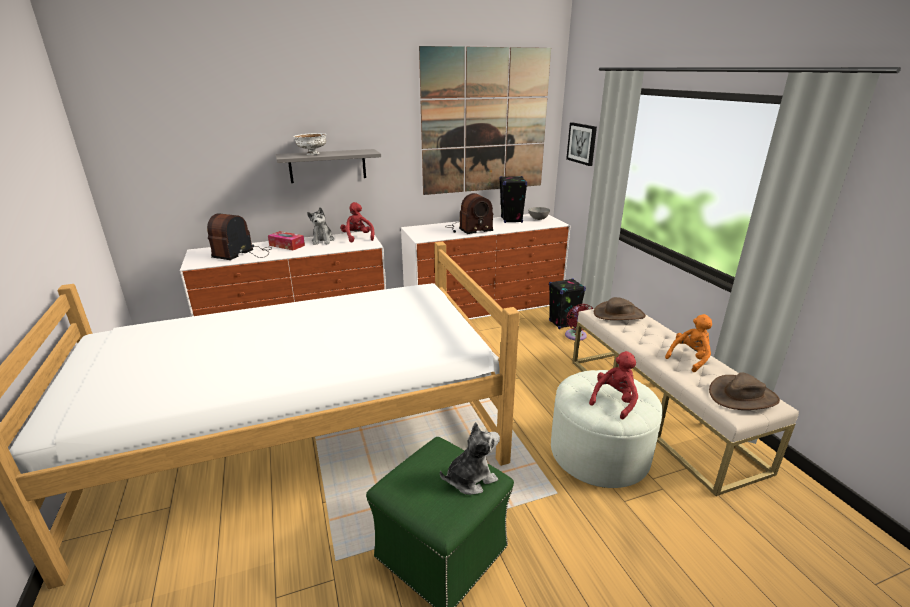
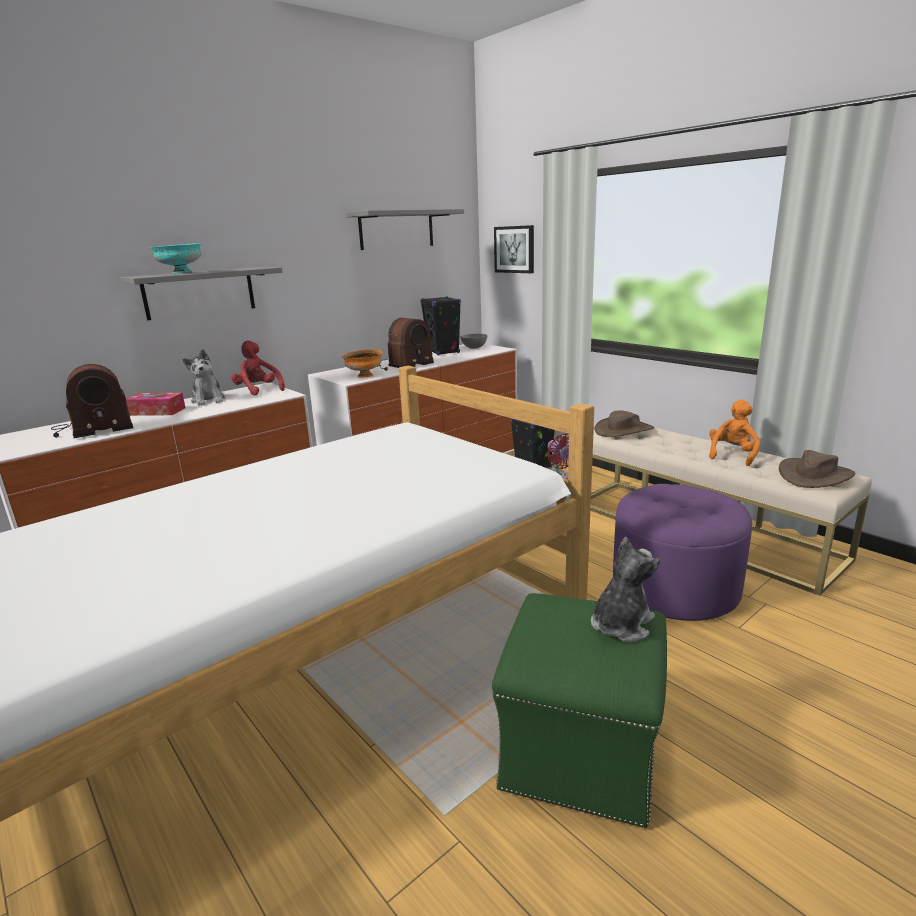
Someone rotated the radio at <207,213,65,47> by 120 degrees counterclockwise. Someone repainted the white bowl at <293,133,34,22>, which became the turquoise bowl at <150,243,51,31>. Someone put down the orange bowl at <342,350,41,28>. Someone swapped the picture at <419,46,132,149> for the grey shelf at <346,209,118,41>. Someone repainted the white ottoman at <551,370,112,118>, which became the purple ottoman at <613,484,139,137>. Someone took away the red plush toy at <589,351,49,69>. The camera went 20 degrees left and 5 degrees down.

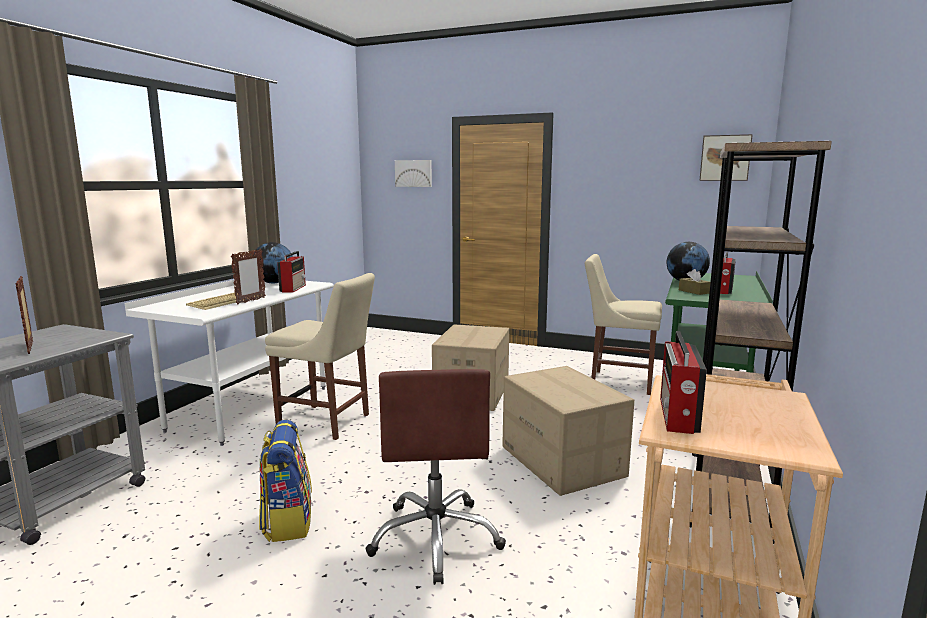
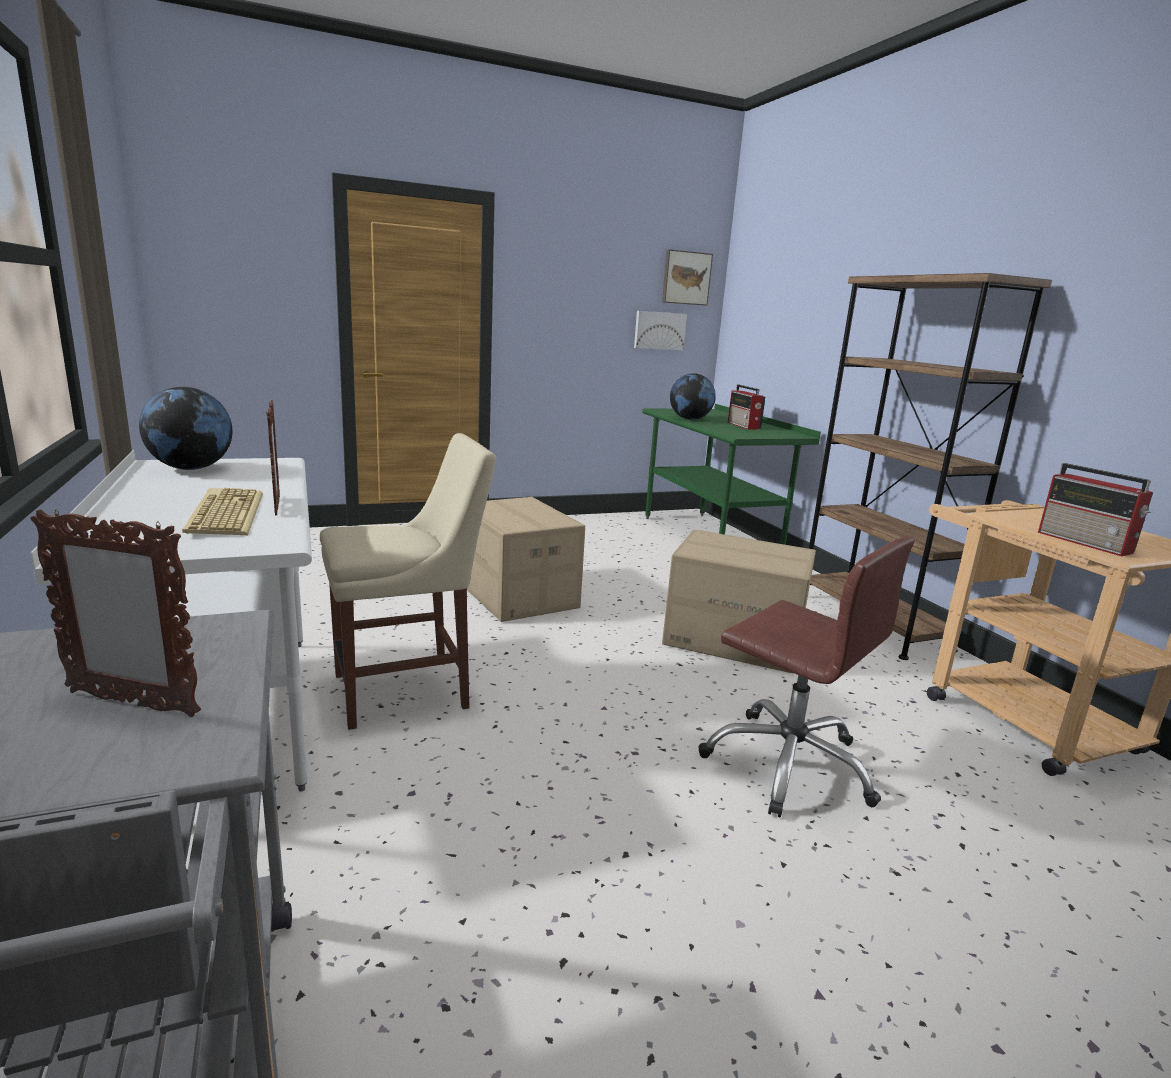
Someone carried the picture from <395,160,37,27> to <634,311,53,39>. Someone took away the backpack at <259,420,53,122>. Someone took away the radio at <277,251,29,42>. Someone took away the beige chair at <585,254,77,141>. Someone took away the brown tissue box at <679,269,31,26>. The camera went 45 degrees left and 5 degrees up.

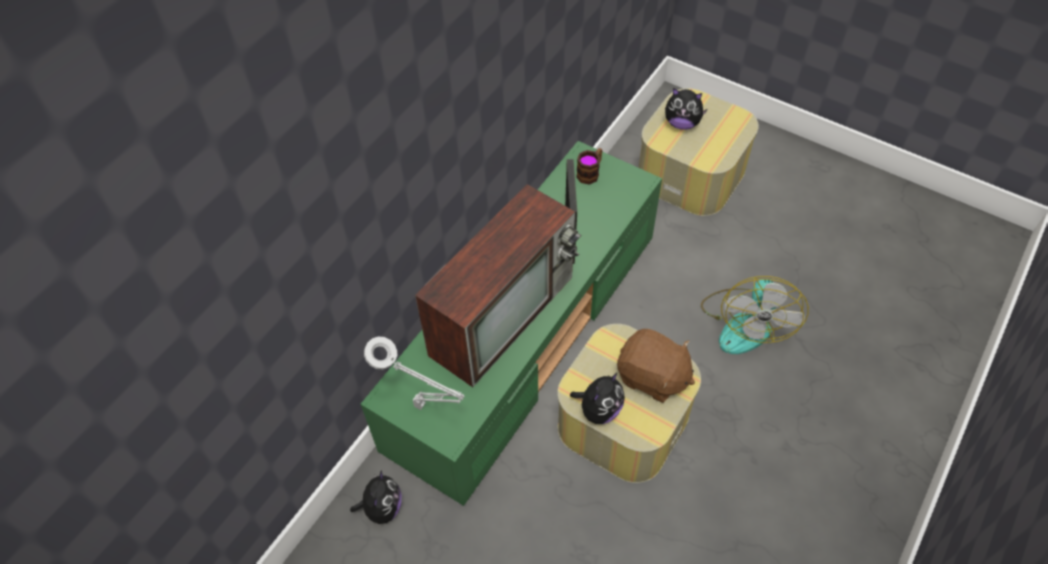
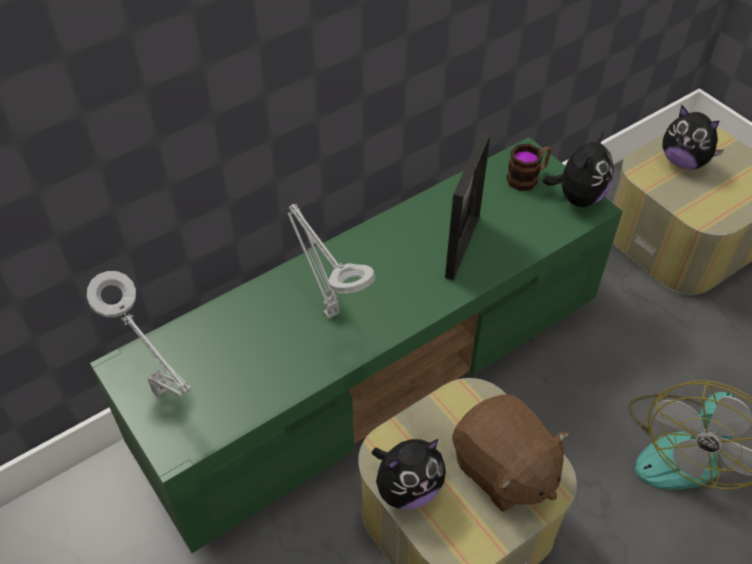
Someone swapped the television at <415,184,166,203> for the grey table lamp at <287,204,88,115>. Someone carried the plush toy from <350,471,51,53> to <542,130,72,77>. The camera went 20 degrees right and 5 degrees down.

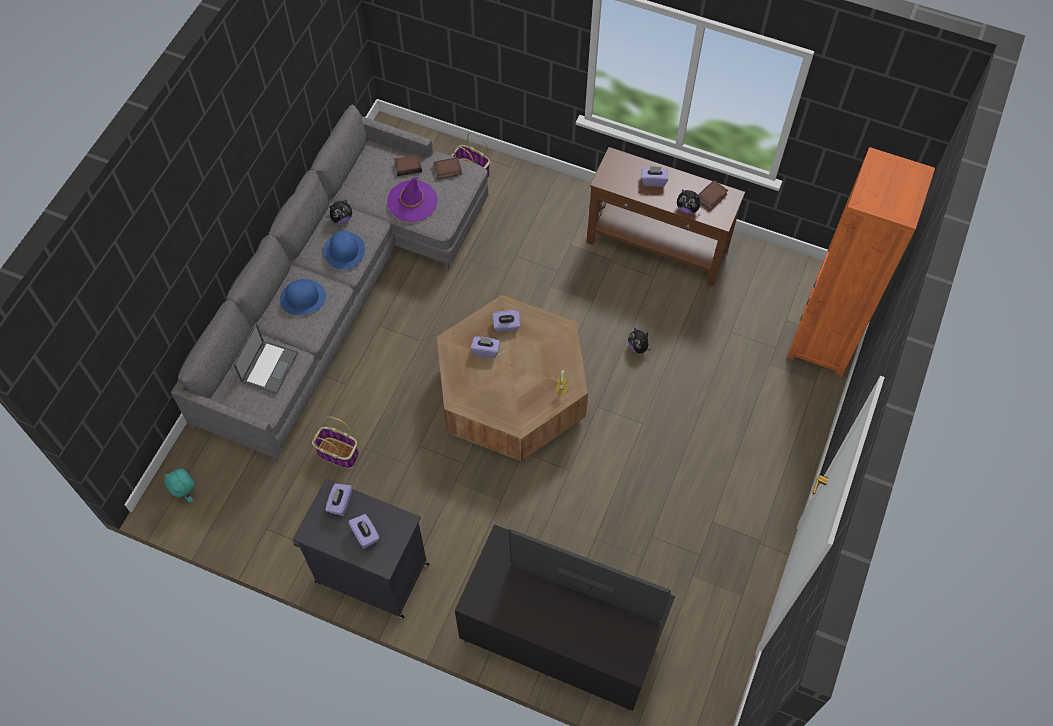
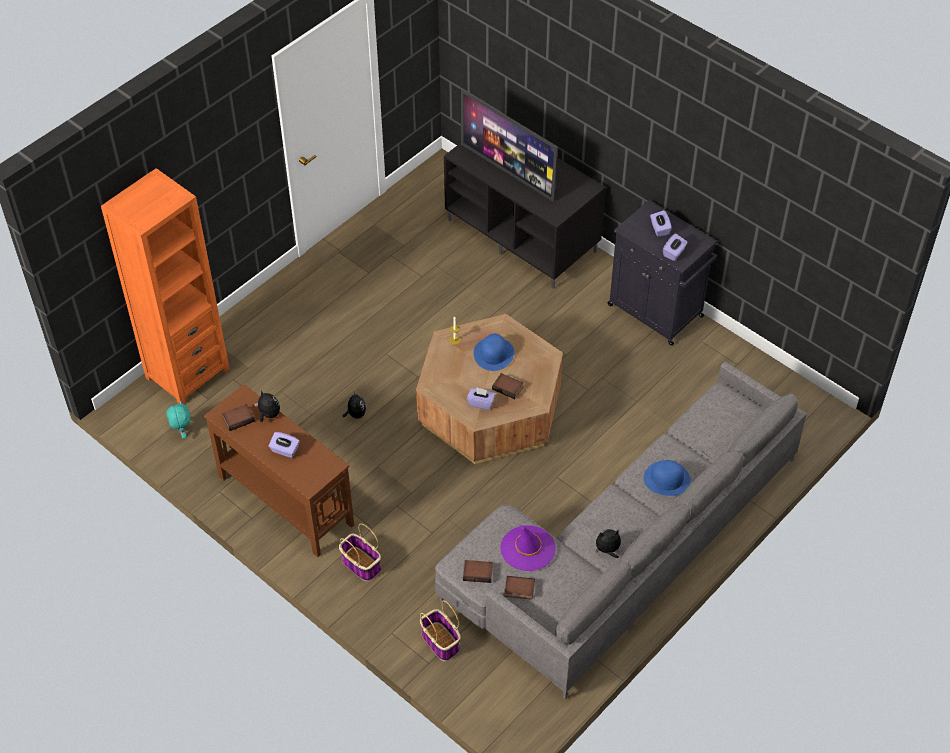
Someone carried the turquoise plush toy from <164,469,30,34> to <166,401,25,38>. Someone carried the basket from <312,416,47,53> to <339,523,42,58>. Someone carried the blue hat from <323,231,42,39> to <473,334,41,37>. Someone swapped the purple tissue box at <471,337,29,21> for the book at <492,373,32,26>. Someone took away the laptop at <233,323,65,71>. The camera went 160 degrees left and 10 degrees down.

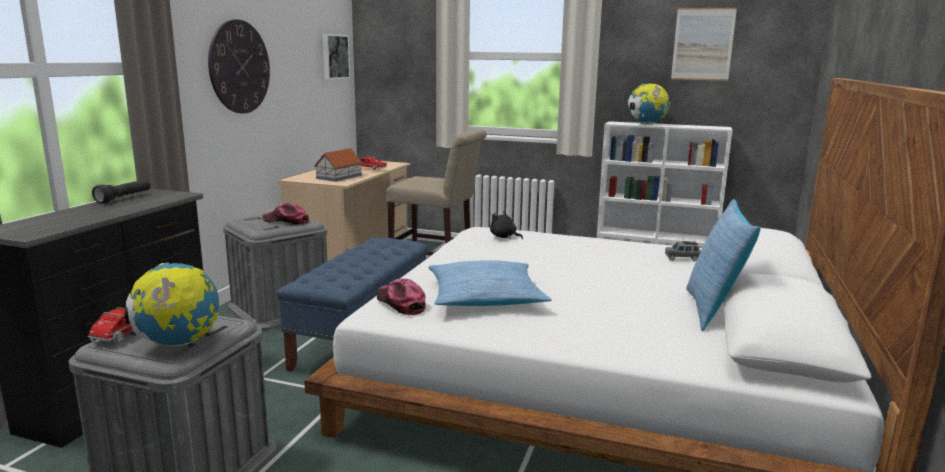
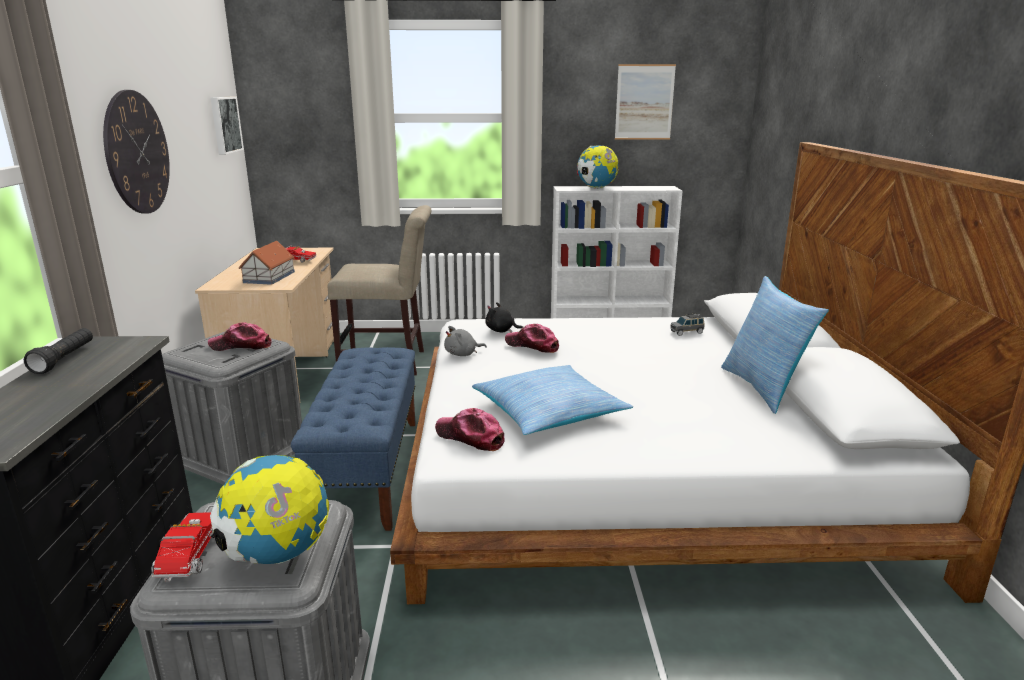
Someone put down the grey plush toy at <444,326,43,30>. Someone put down the cap at <505,324,54,29>. The camera went 20 degrees left and 5 degrees up.

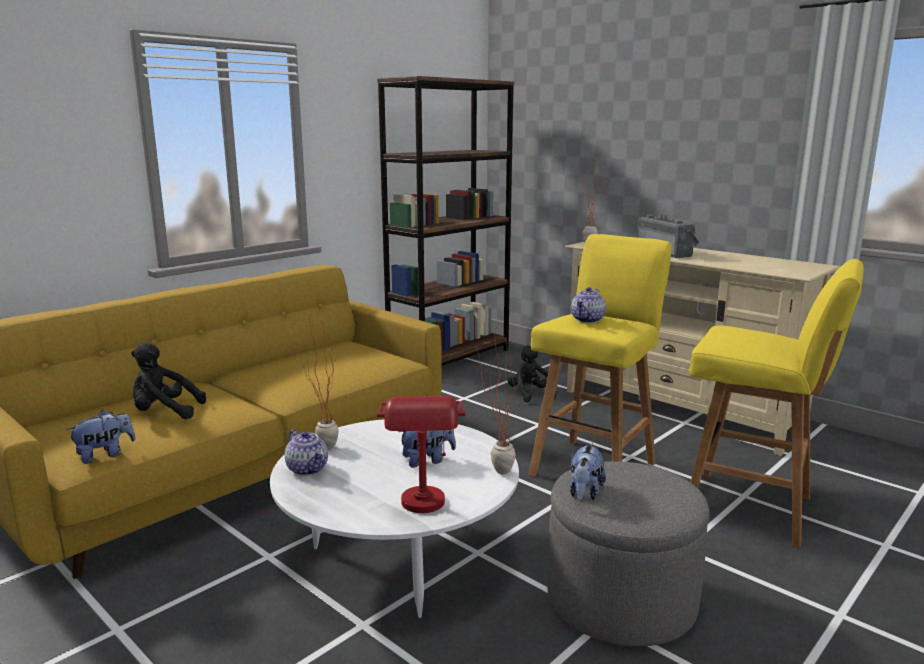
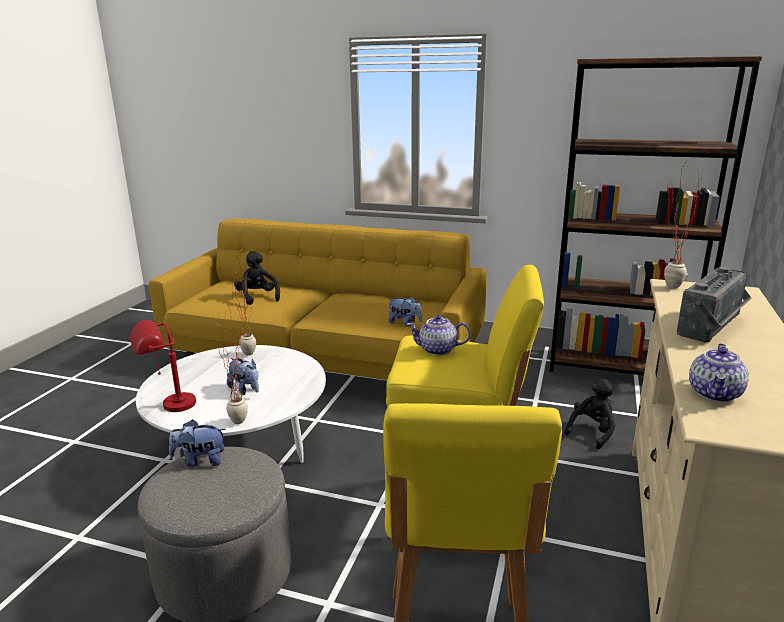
Someone carried the plush toy from <67,410,69,54> to <388,296,34,30>. Someone carried the teapot from <285,430,43,46> to <689,343,60,59>. The camera went 65 degrees right and 5 degrees up.

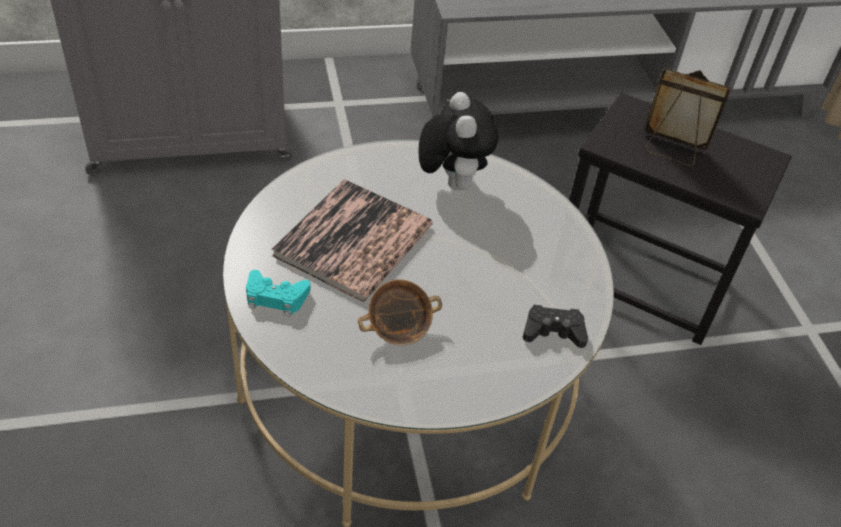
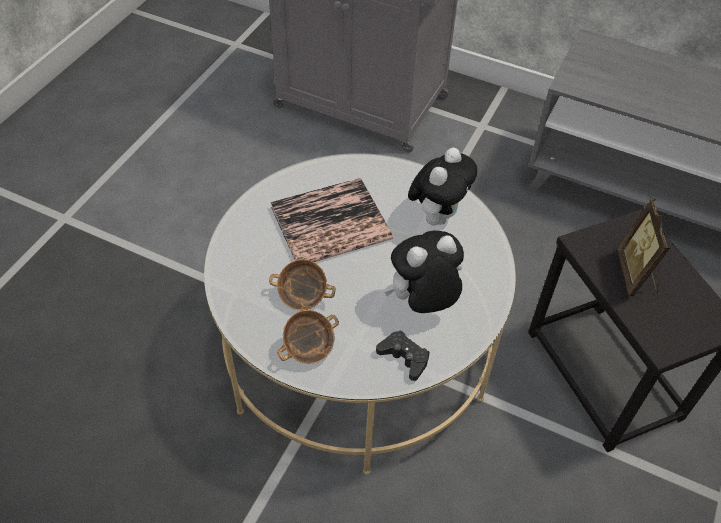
Someone put down the bowl at <277,310,62,54>. Someone put down the plush toy at <385,230,79,83>. Someone rotated the picture frame at <644,68,87,98> by 150 degrees counterclockwise. Someone took away the turquoise game controller at <246,270,65,47>. The camera went 40 degrees right and 5 degrees up.

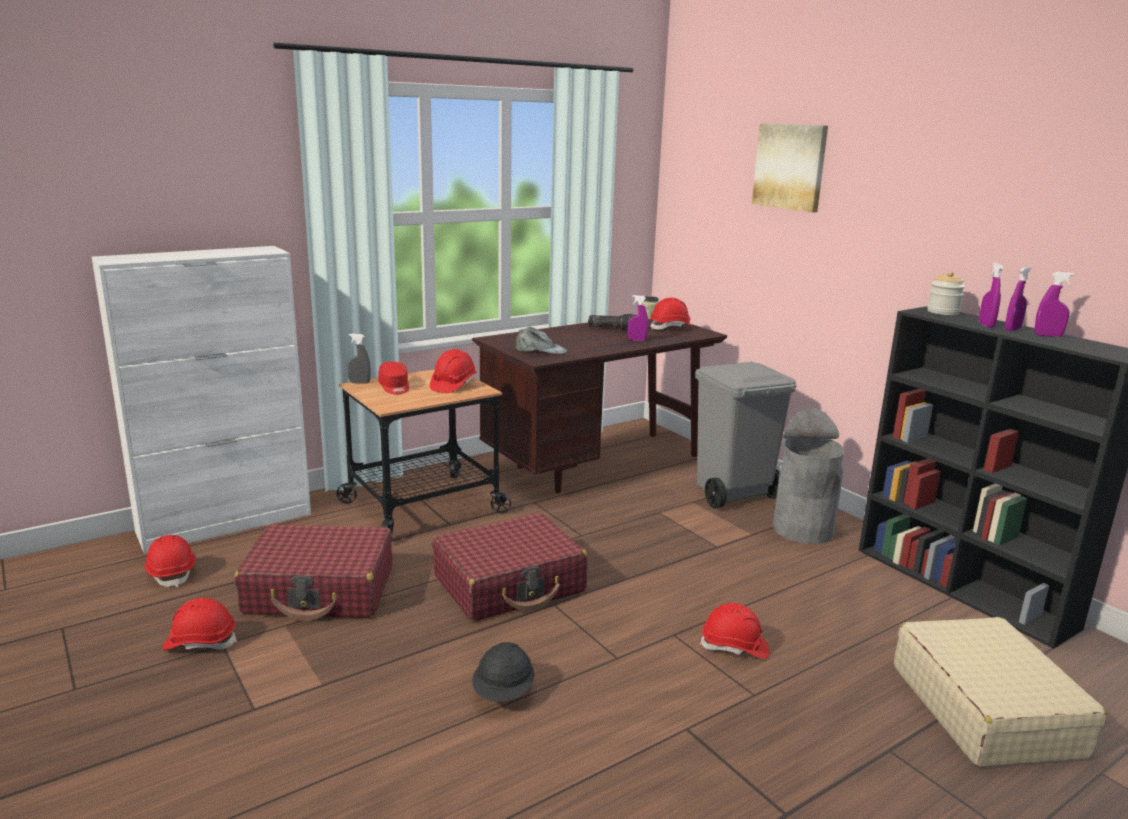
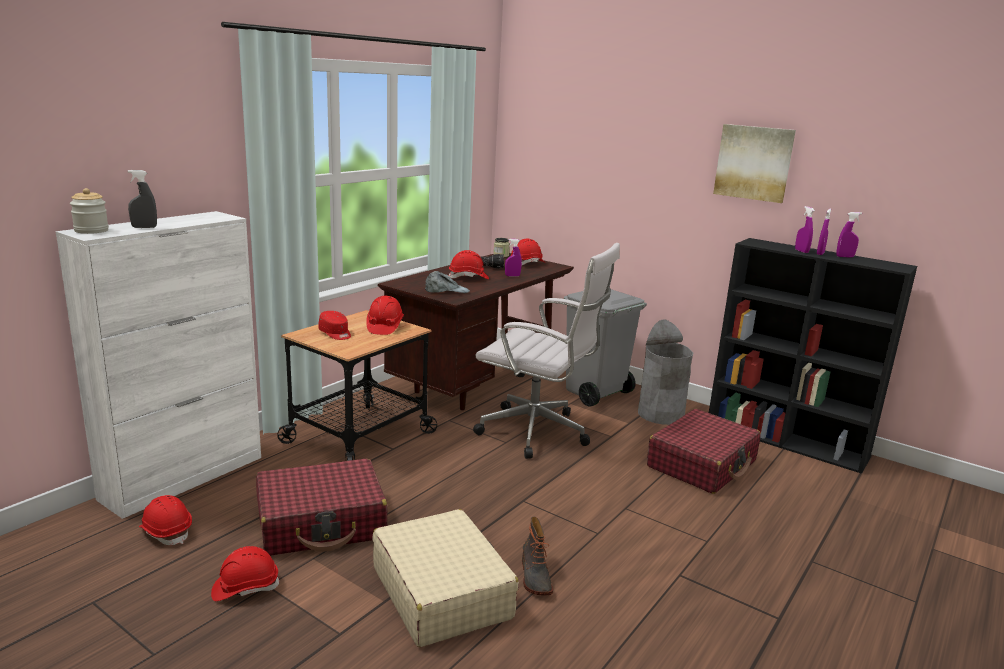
Someone carried the jar from <927,271,38,44> to <70,188,39,46>. Someone carried the grey spray bottle from <347,334,24,50> to <128,170,29,58>. Someone carried the beige suitcase from <894,617,213,150> to <372,509,147,138>. Someone carried the red hard hat from <700,603,70,56> to <448,250,41,29>. Someone put down the white office chair at <473,243,147,216>. Someone swapped the black hard hat at <472,642,62,60> for the boot at <522,517,31,78>. Someone carried the red suitcase from <432,513,156,108> to <647,409,114,85>. Someone carried the picture from <752,123,76,90> to <713,124,83,79>. The camera went 20 degrees left and 0 degrees up.

